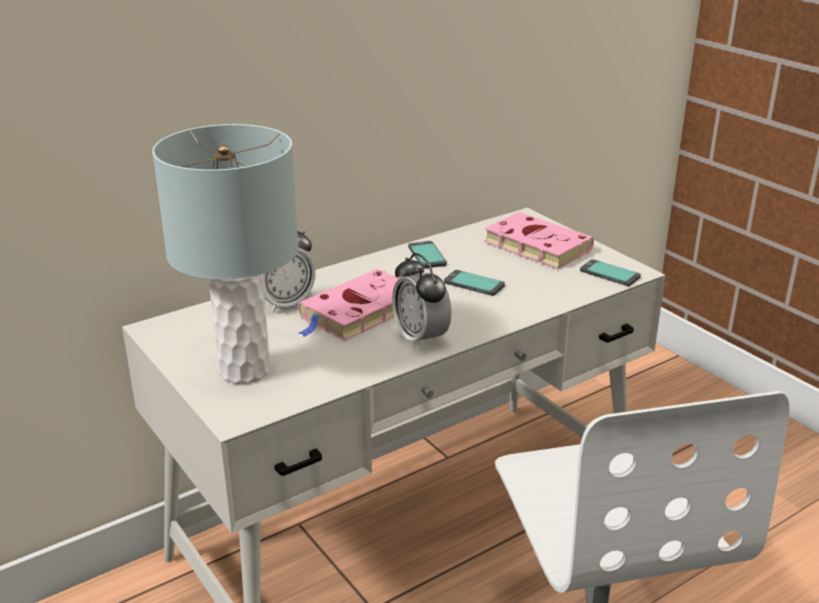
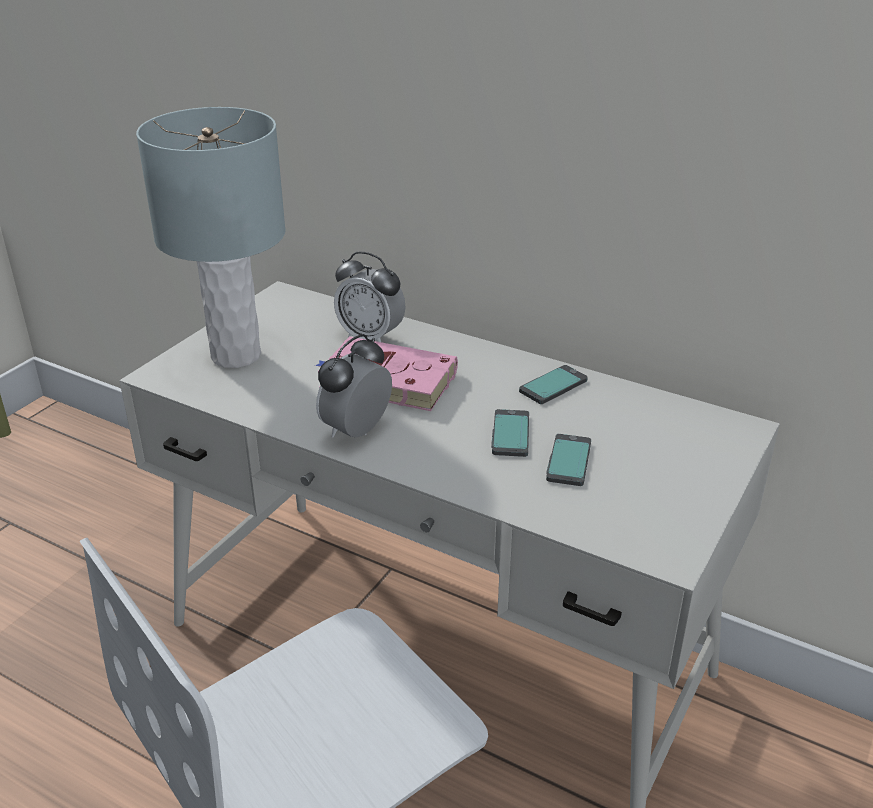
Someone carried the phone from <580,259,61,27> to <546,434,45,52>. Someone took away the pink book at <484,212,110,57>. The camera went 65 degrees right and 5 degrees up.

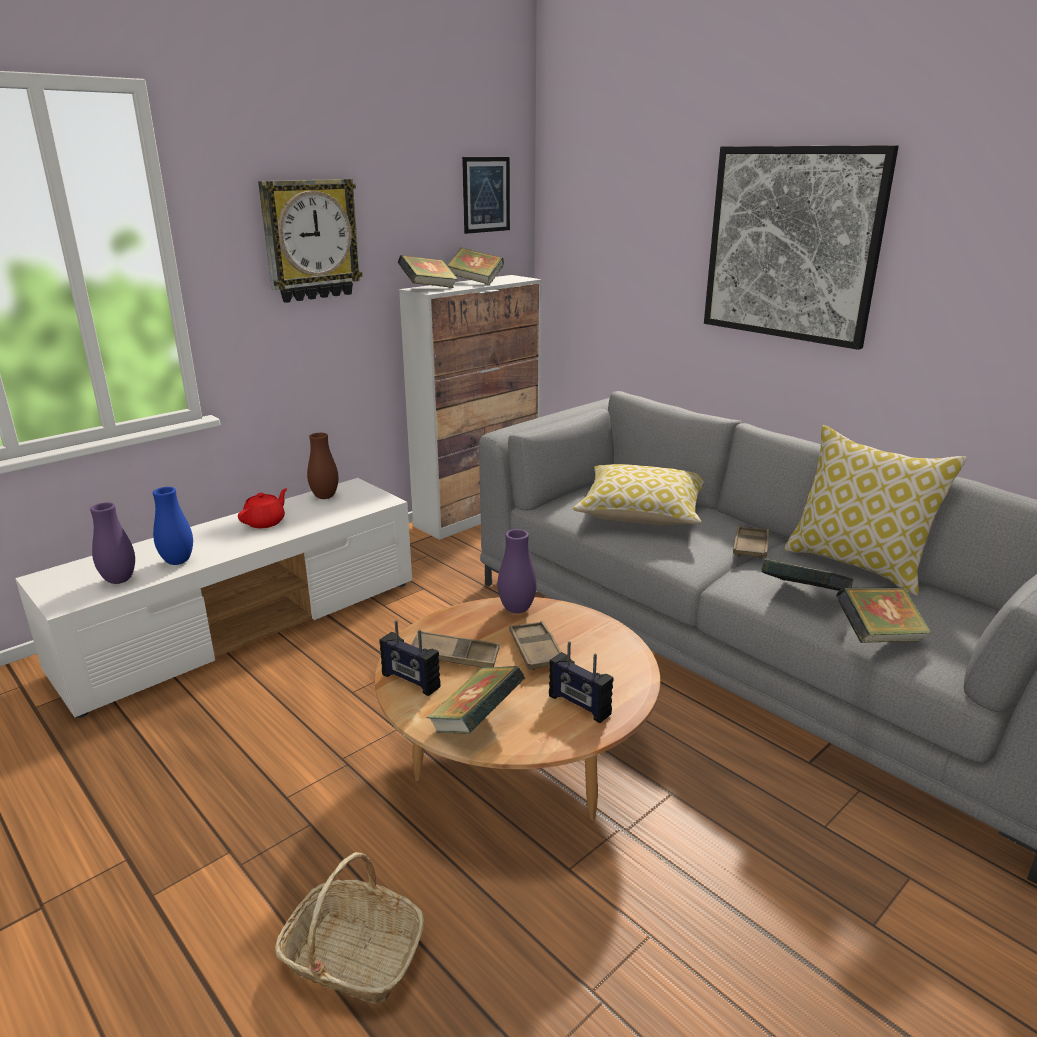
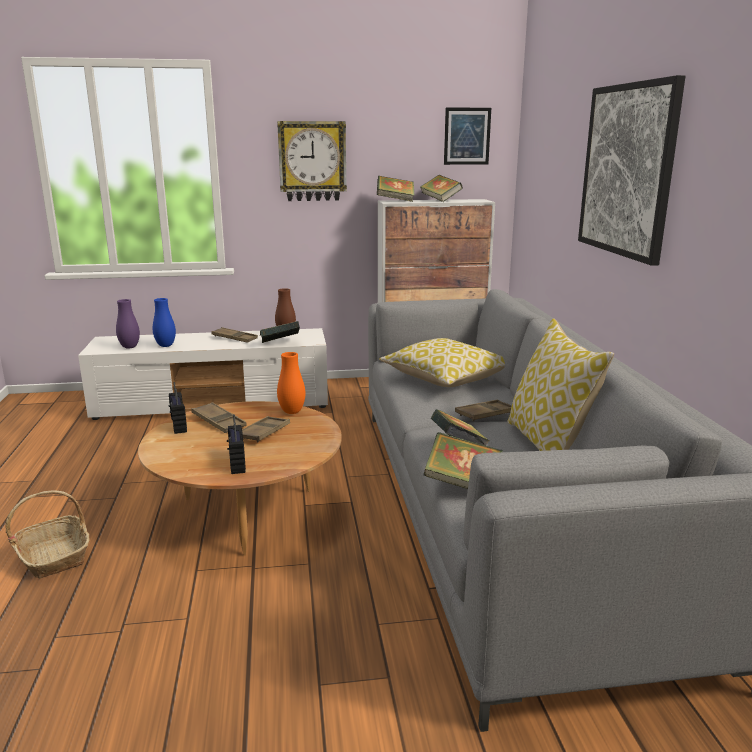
Someone swapped the red teapot at <238,488,49,40> for the brown tray at <211,327,47,15>. Someone carried the book from <426,666,99,68> to <260,321,40,22>. Someone repainted the purple vase at <498,529,39,84>, which became the orange vase at <277,352,28,62>. The camera went 35 degrees right and 5 degrees down.

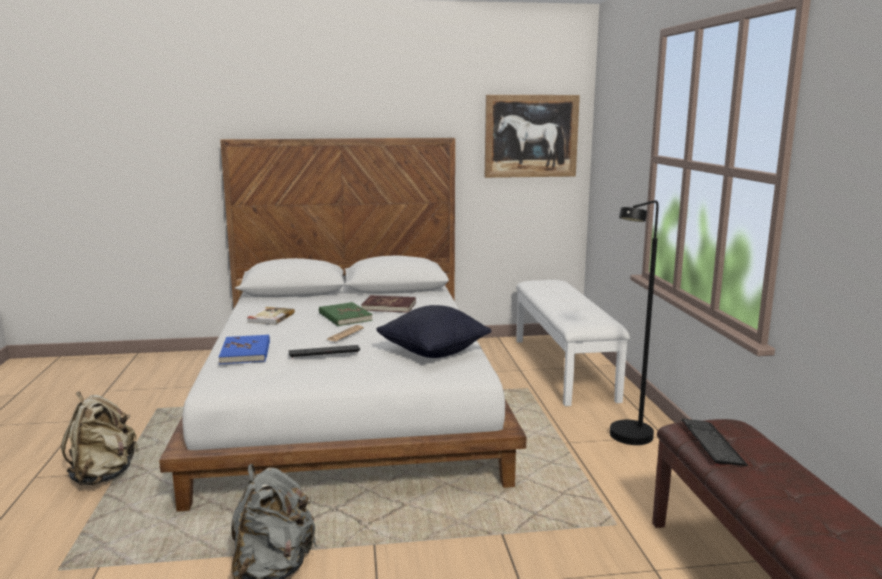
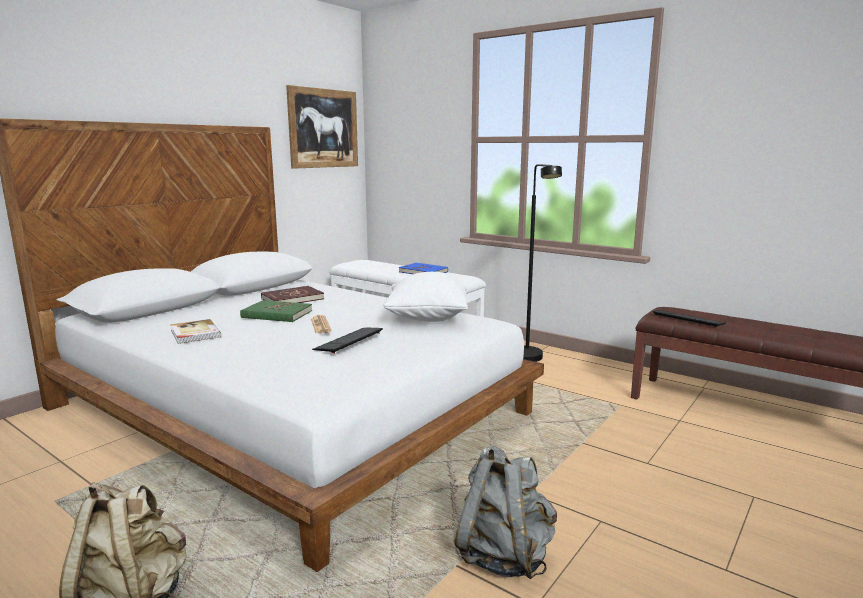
Someone repainted the black pillow at <376,305,115,53>, which became the white pillow at <383,272,85,50>. Someone carried the blue book from <219,335,51,29> to <399,263,49,11>. The camera went 45 degrees left and 0 degrees up.

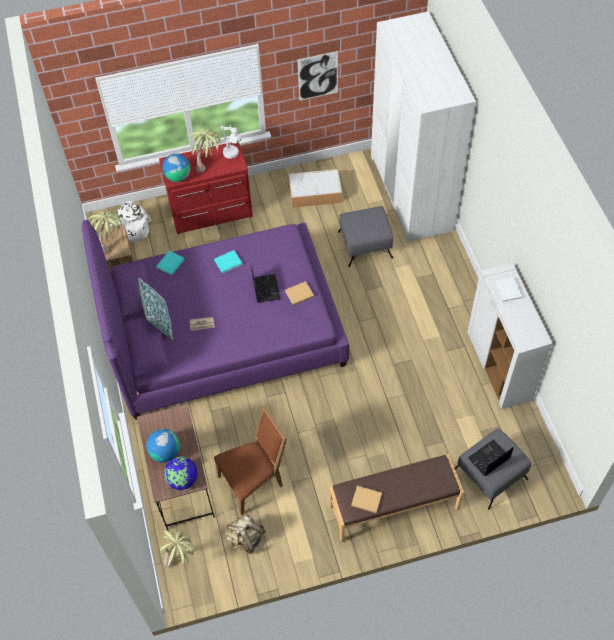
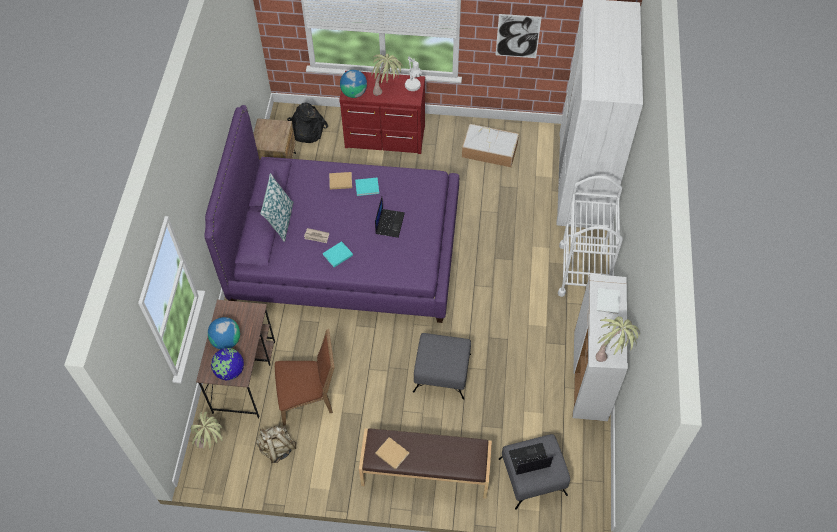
Someone repainted the white backpack at <109,201,43,42>, which became the black backpack at <287,103,41,40>. Someone carried the turquoise book from <156,251,29,24> to <323,241,30,26>. Someone carried the beige book from <285,281,29,24> to <329,172,23,17>. Someone carried the grey ottoman from <338,206,55,61> to <413,333,58,67>. Someone put down the white cart at <558,176,65,121>. Someone carried the potted plant from <89,211,33,43> to <596,317,44,45>. The camera went 20 degrees right and 0 degrees up.

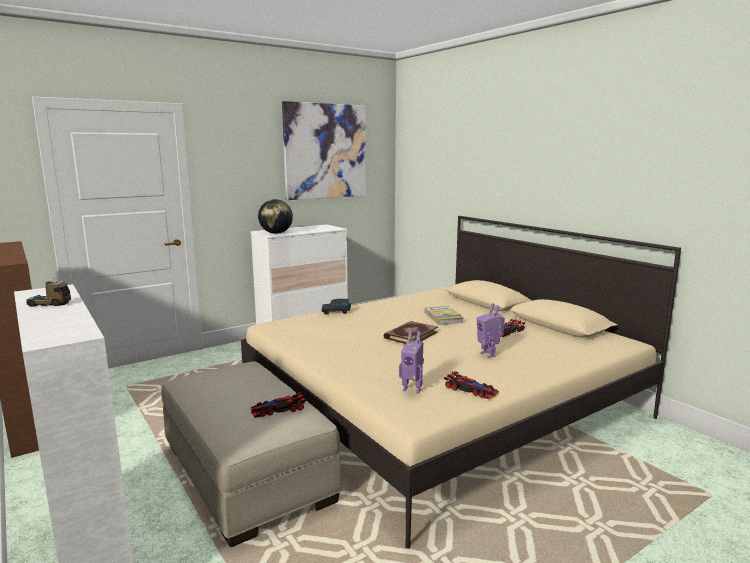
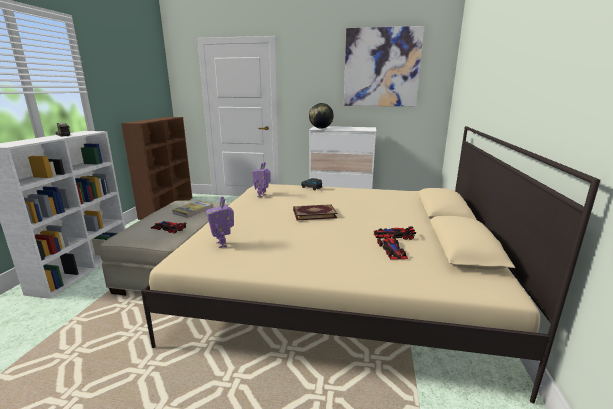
Someone carried the book from <425,306,39,19> to <172,200,41,18>. Someone carried the toy robot from <477,303,28,55> to <252,162,19,35>. Someone carried the toy car from <444,371,55,28> to <377,234,31,26>. The camera went 45 degrees right and 5 degrees up.

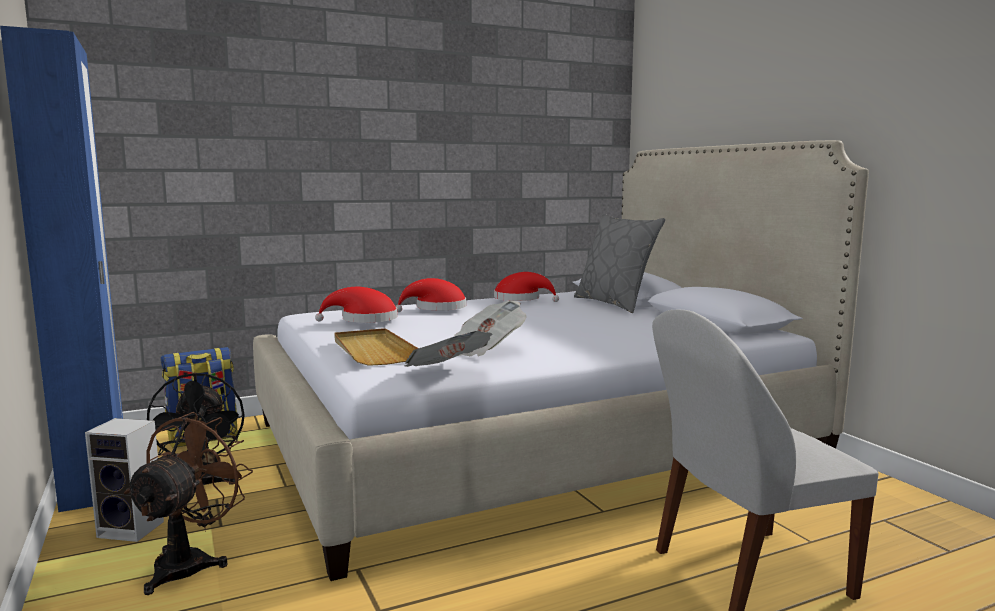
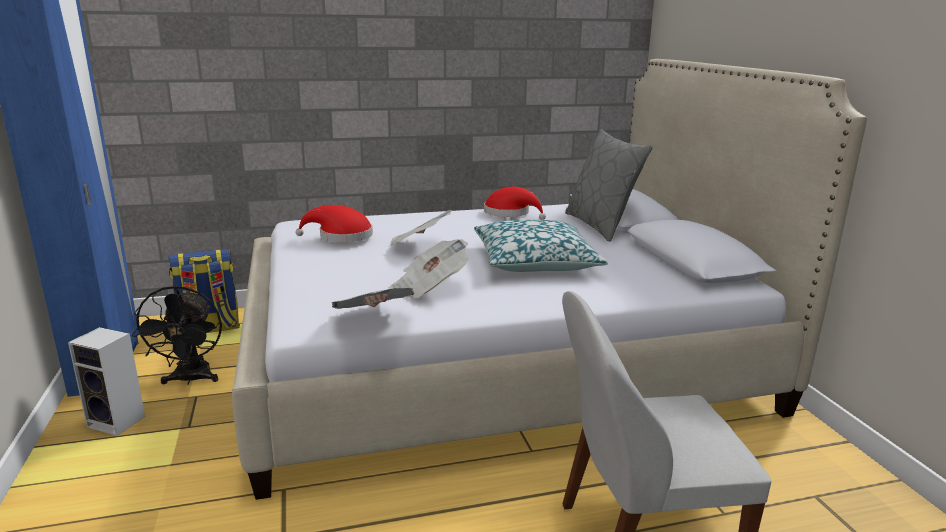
Someone put down the newspaper at <390,210,62,36>. Someone put down the pillow at <474,220,134,52>. Someone took away the brown fan at <124,412,129,183>. Someone took away the beige tray at <335,328,83,38>. Someone took away the red hat at <396,278,70,34>. The camera went 10 degrees right and 10 degrees up.

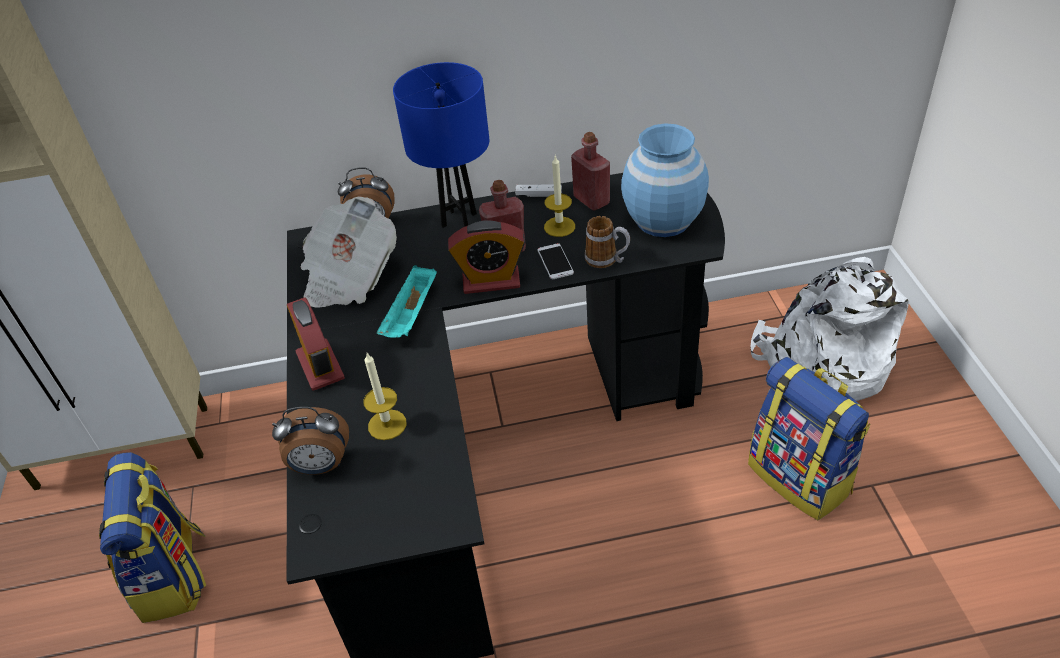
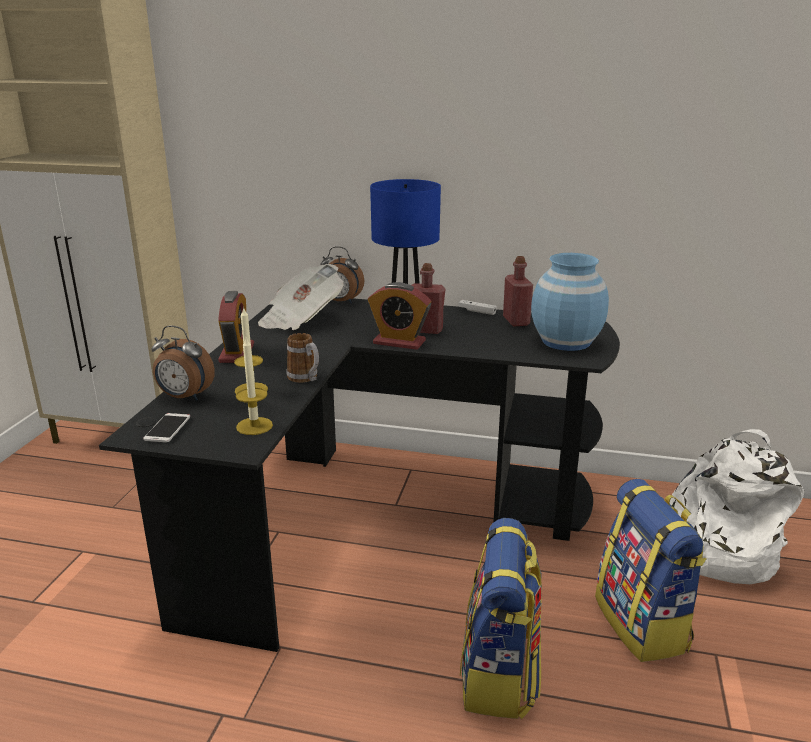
Someone carried the phone from <537,243,37,36> to <143,413,47,29>. Someone carried the candle from <544,156,31,81> to <236,337,37,98>. Someone carried the mug from <585,216,45,52> to <287,333,32,50>. Someone carried the backpack from <99,452,107,171> to <460,518,82,201>. Someone took away the turquoise tray at <377,265,60,73>. The camera went 20 degrees right and 20 degrees down.

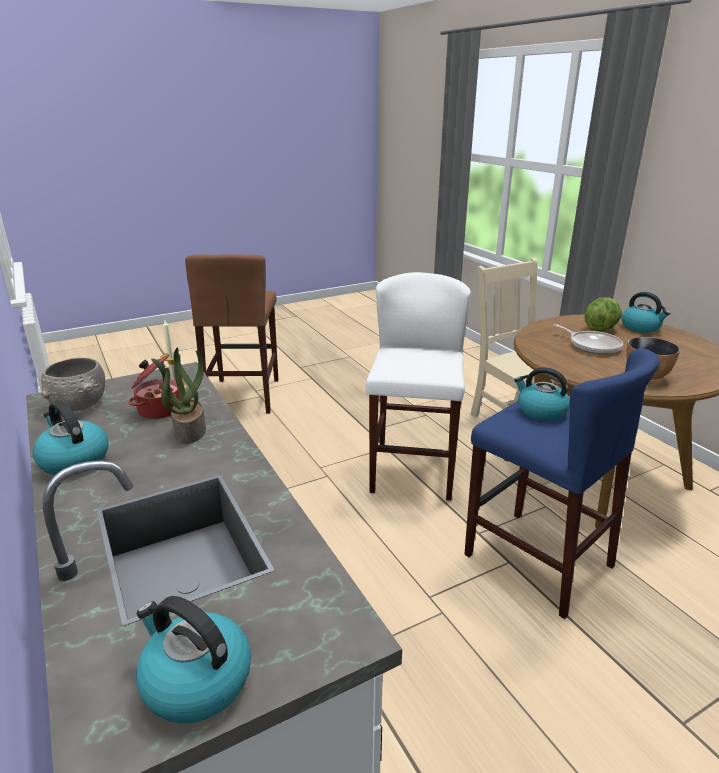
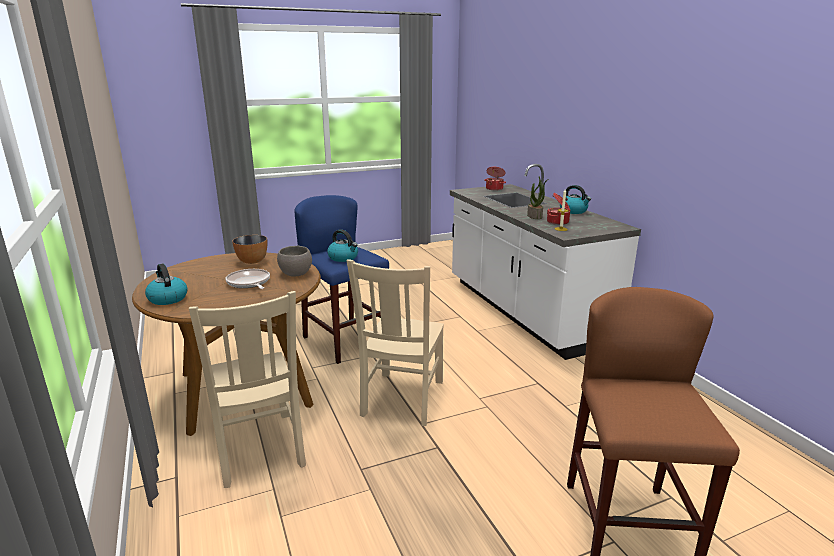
Someone carried the grey bowl from <41,358,64,53> to <277,246,35,31>. Someone swapped the white stool at <366,272,105,228> for the beige chair at <346,259,98,167>. Someone swapped the kettle at <136,596,115,127> for the cooking pot at <484,167,22,23>. Someone took away the lettuce at <585,297,37,35>. The camera went 175 degrees left and 5 degrees down.

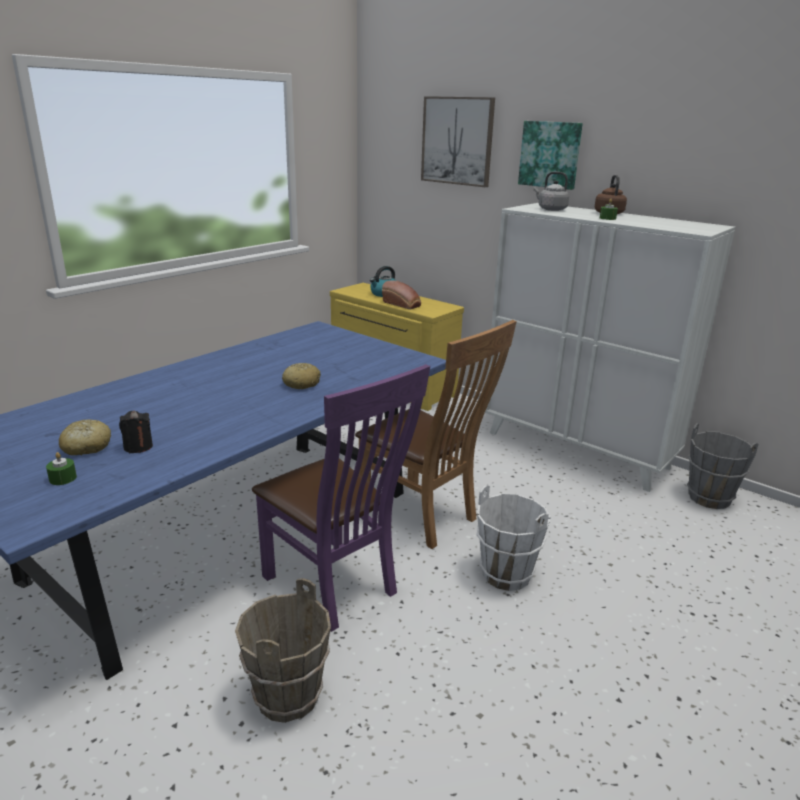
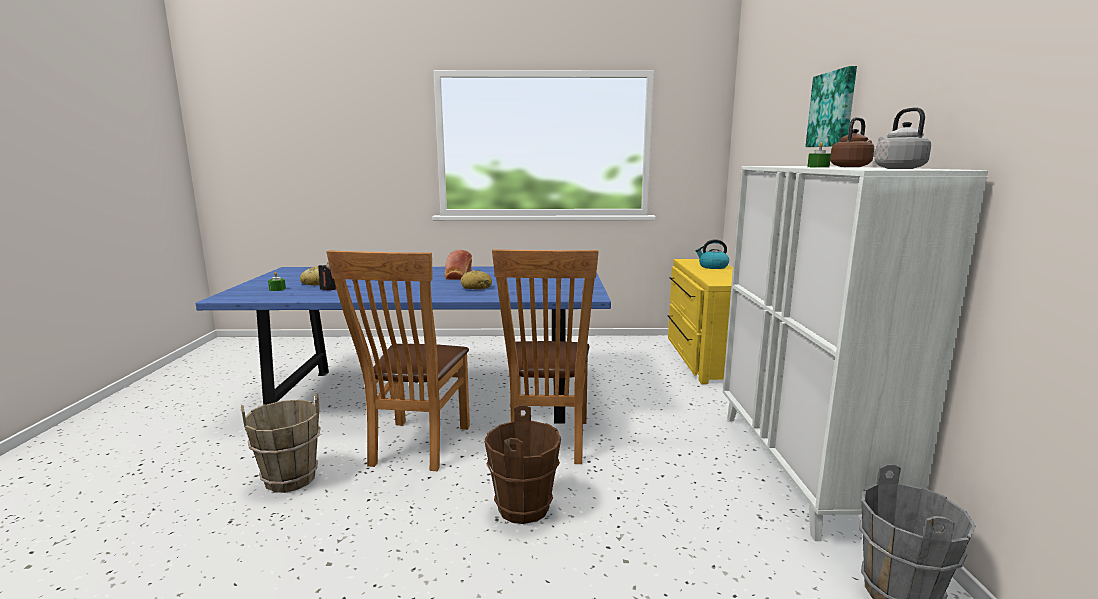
Someone repainted the purple chair at <252,364,178,268>, which became the brown chair at <326,250,144,221>. Someone carried the bread from <382,281,39,28> to <445,250,27,30>. Someone repainted the white bucket at <477,485,74,106>, which became the brown bucket at <484,405,77,119>. Someone carried the grey kettle from <534,172,35,39> to <874,107,57,62>. Someone took away the picture at <421,96,74,91>. The camera went 50 degrees right and 10 degrees down.

